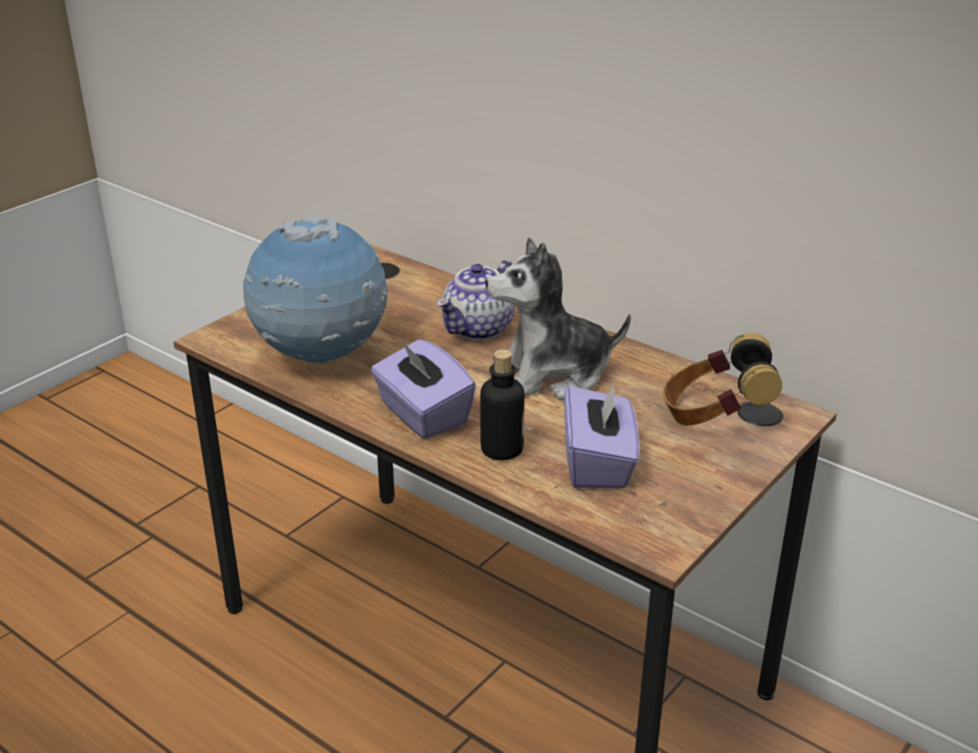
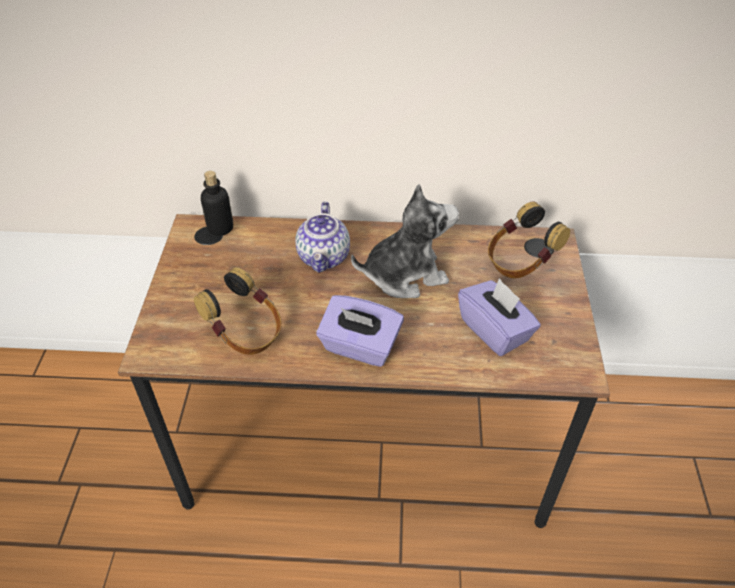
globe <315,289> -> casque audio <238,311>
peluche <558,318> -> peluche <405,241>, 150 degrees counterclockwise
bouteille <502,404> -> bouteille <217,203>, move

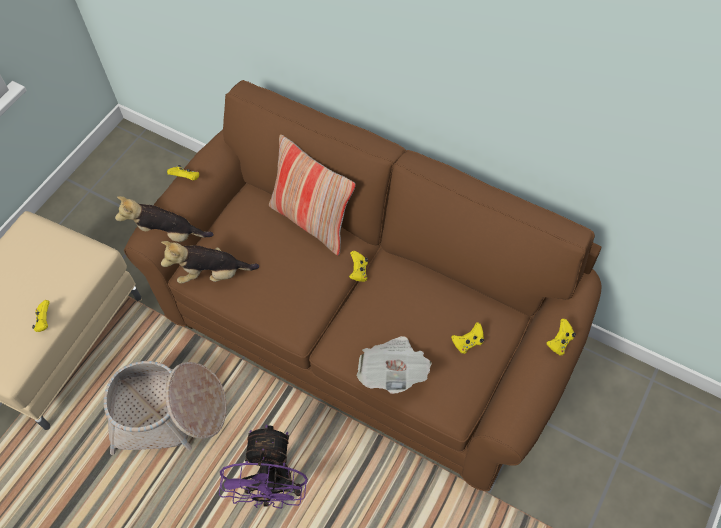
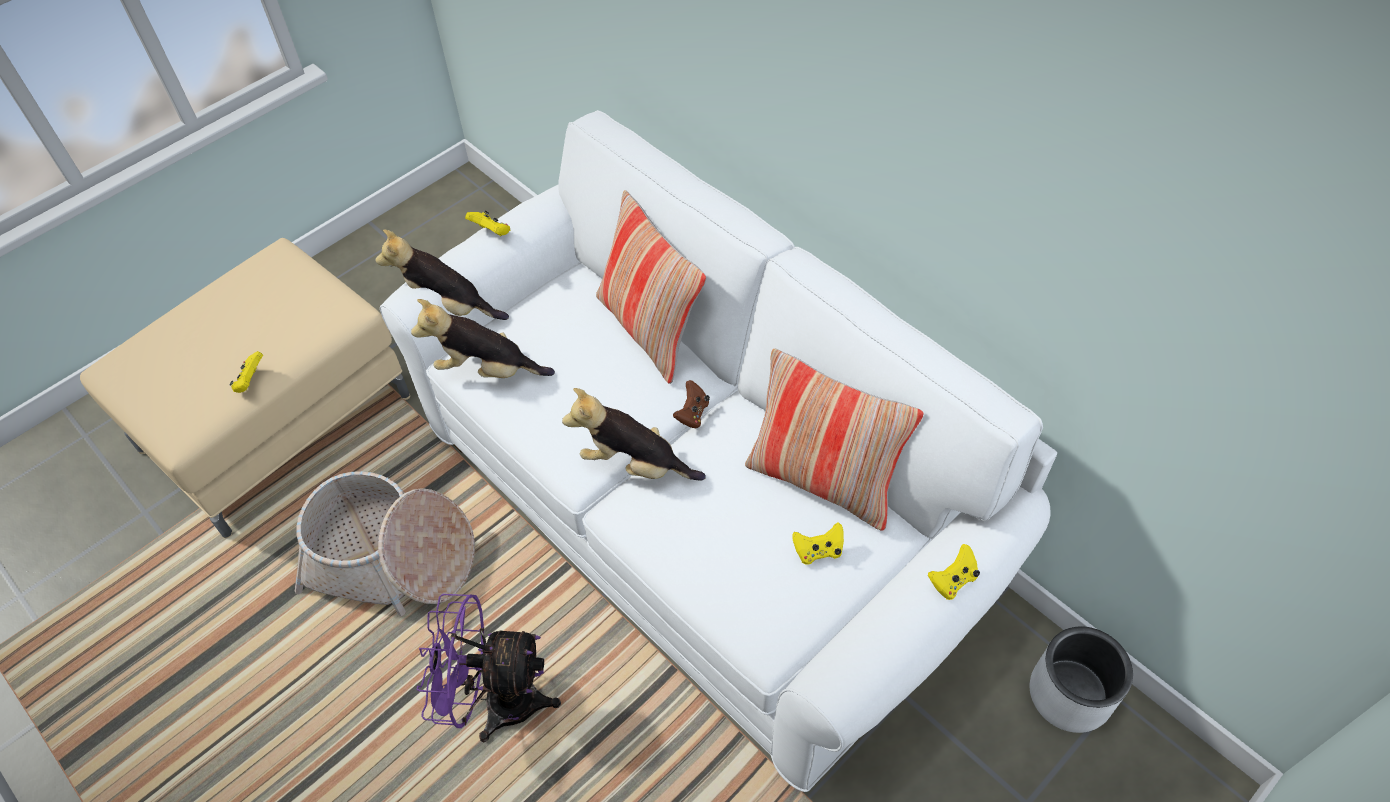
canapé [marron] <363,285> -> canapé [blanc] <718,451>
manette [jaune] <358,266> -> manette [marron] <691,404>
journal <394,365> -> none
ventilateur [violet] <263,467> -> ventilateur [violet] <489,668>, 75 degrees clockwise
none -> coussin <834,440>
none -> peluche <634,434>
none -> cache-pot [blanc] <1081,680>

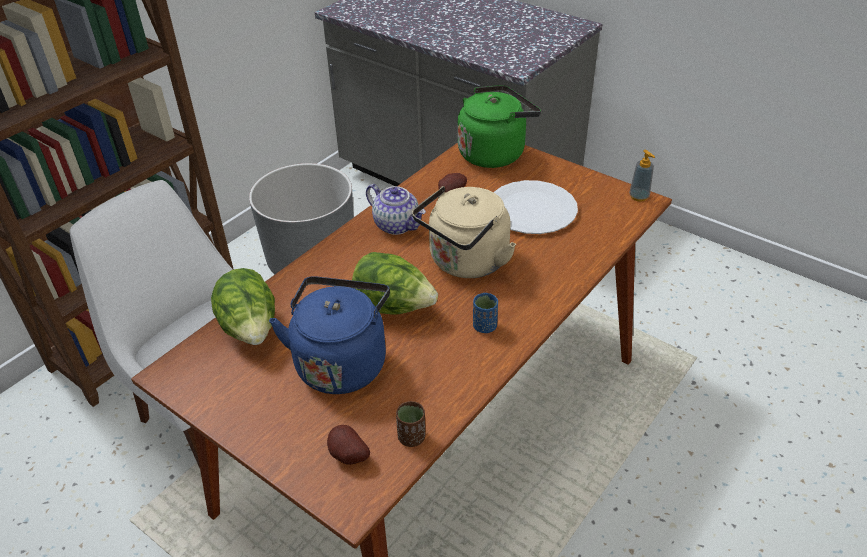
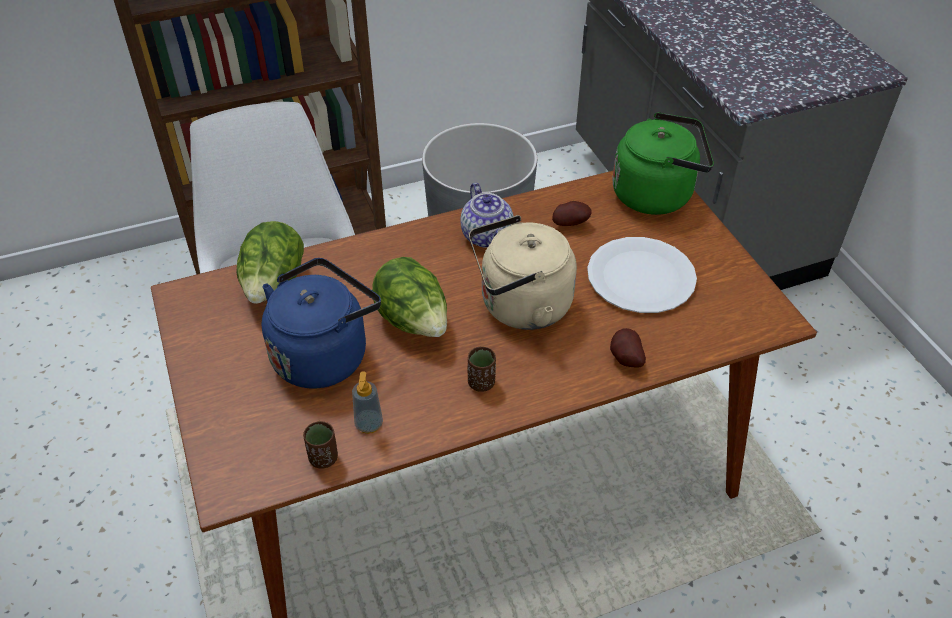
distributeur de savon <642,176> -> distributeur de savon <367,402>, move
tasse [bleu] <485,313> -> tasse [marron] <482,369>
pomme de terre <348,445> -> pomme de terre <628,348>, move

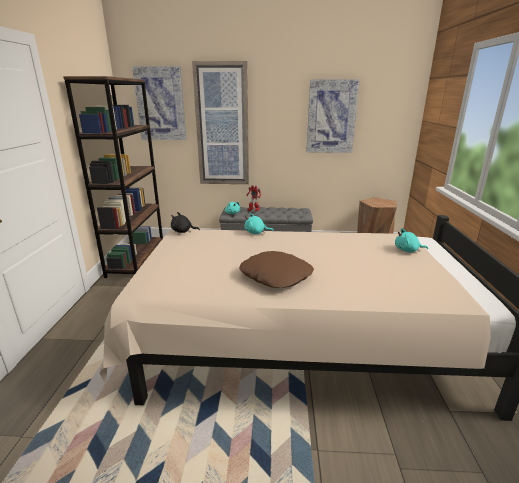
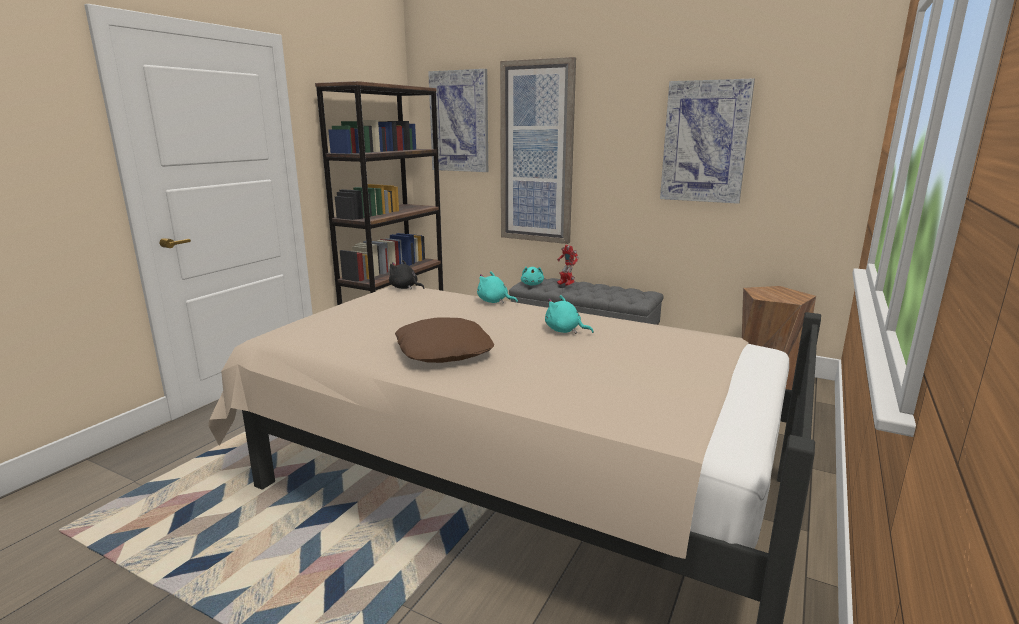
peluche [turquoise] <411,240> -> peluche [turquoise] <569,314>, move

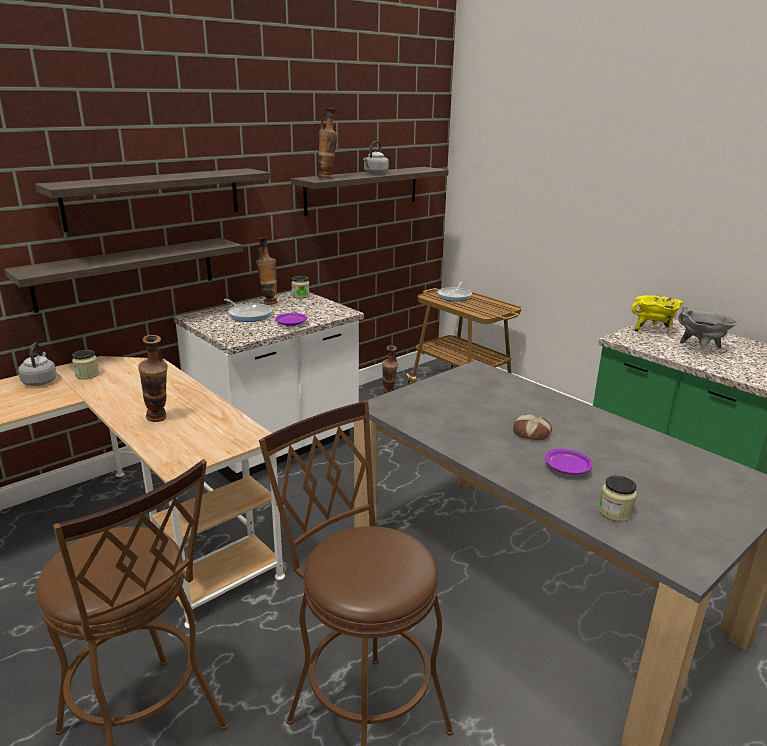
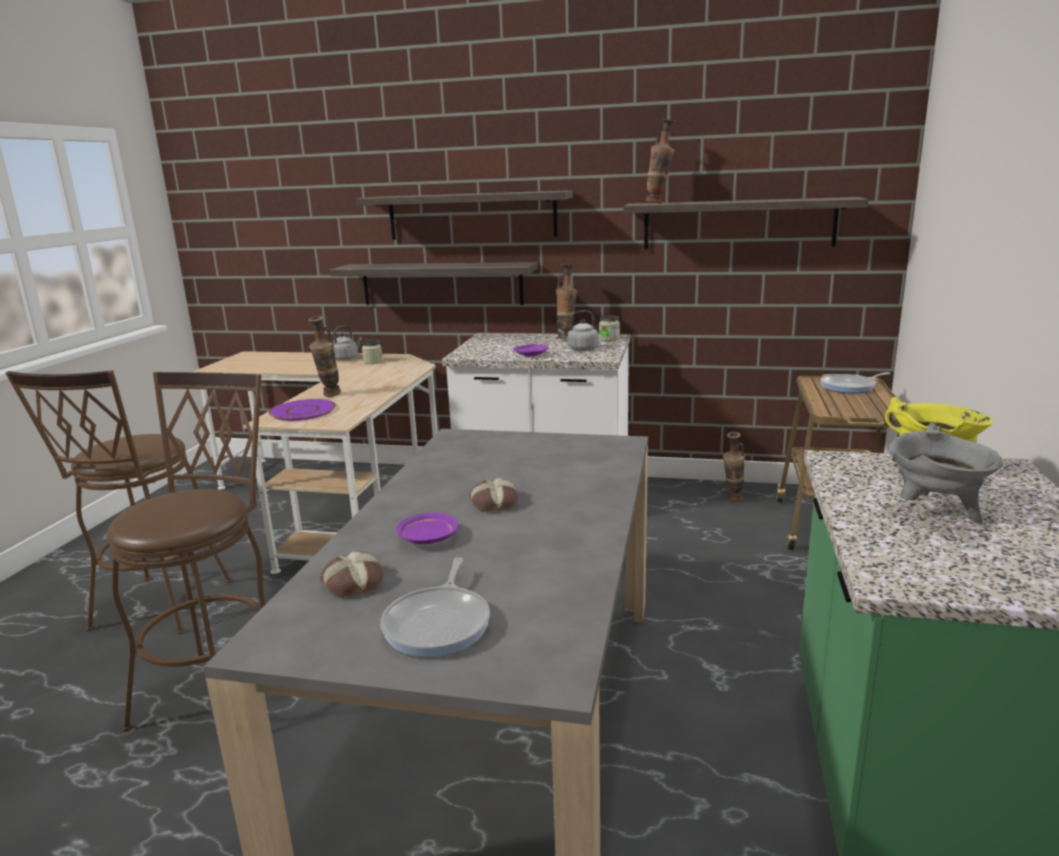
bouilloire [gris] <376,157> -> bouilloire [gris] <578,330>, move
poêle <248,310> -> poêle <435,607>, move
bocal <618,498> -> pain <352,574>
none -> assiette [violet] <302,410>

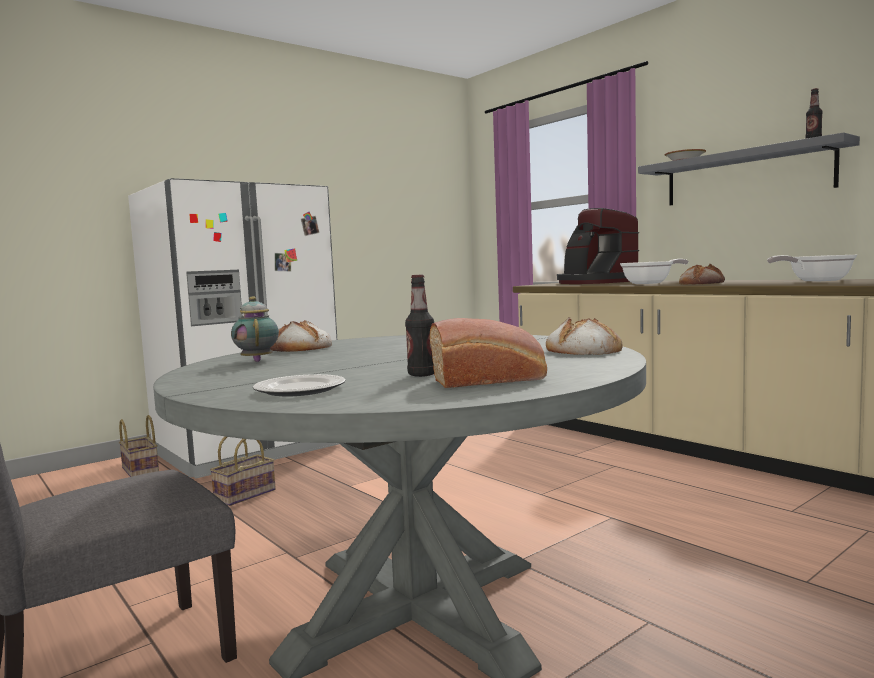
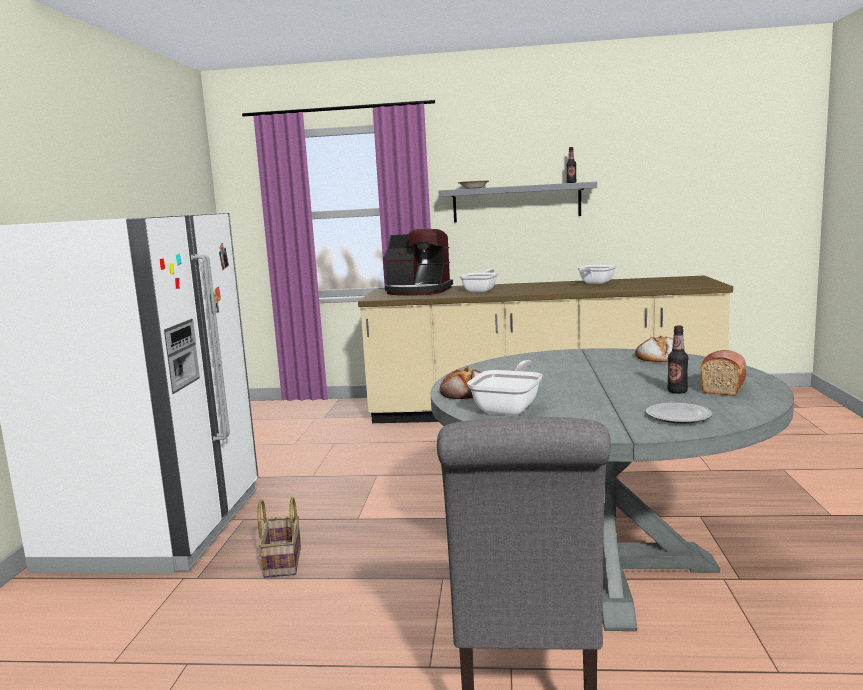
pain <702,274> -> none
théière <255,329> -> poêle <505,388>
panier <139,446> -> none

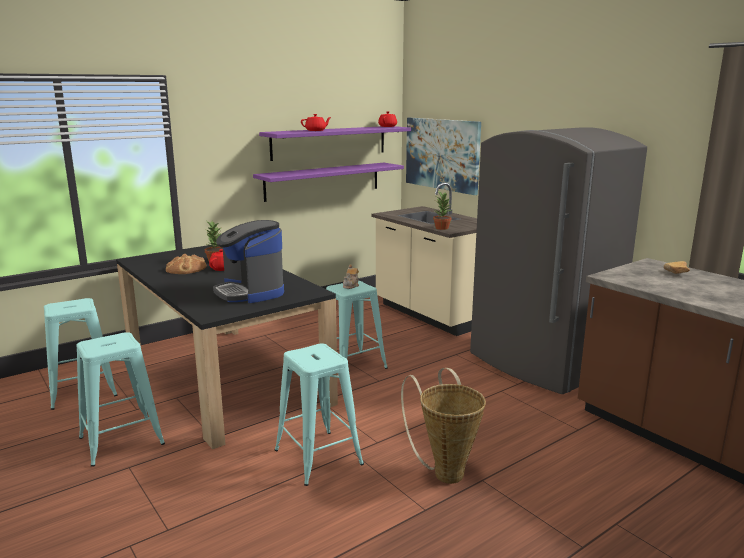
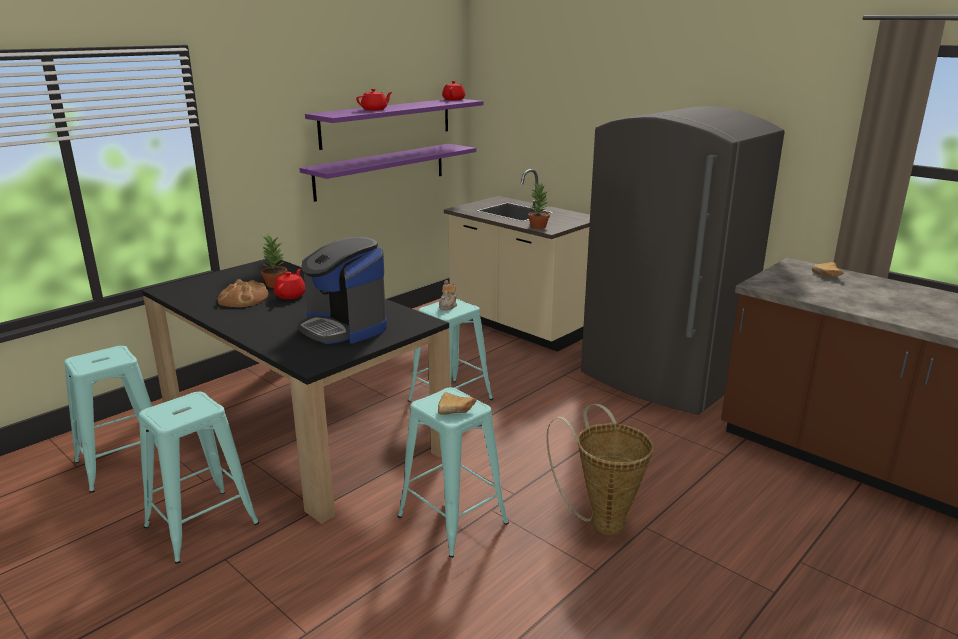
tableau <443,156> -> none
none -> pain <457,403>

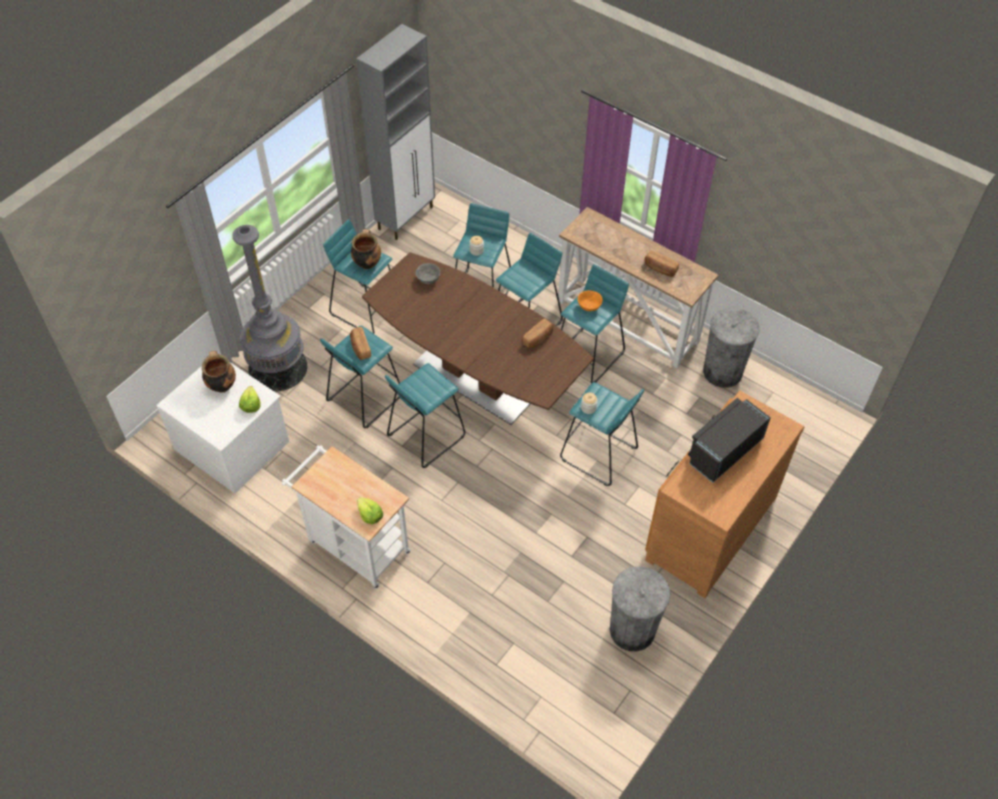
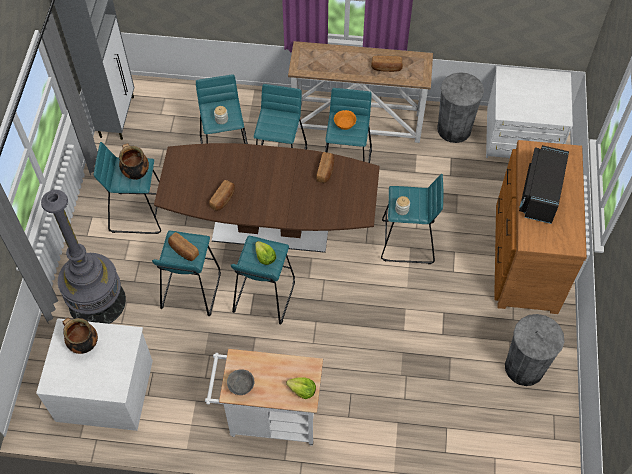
bol [gris] <428,273> -> bol [gris] <240,382>, move
laitue <249,399> -> laitue <265,253>, move
none -> commode [blanc] <529,112>
none -> pain <222,195>

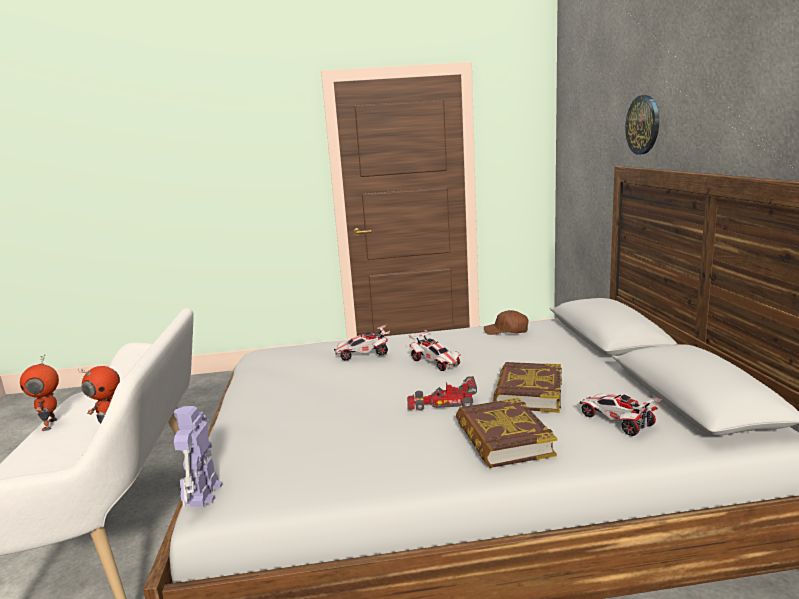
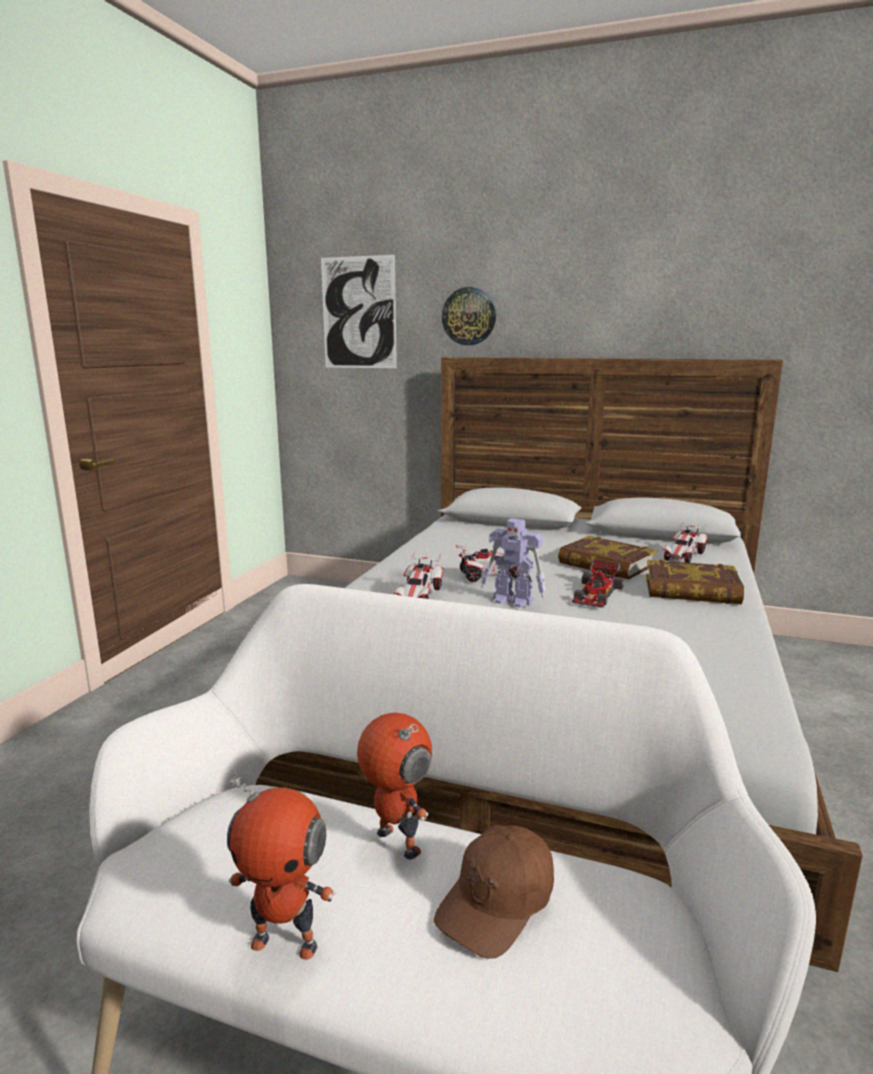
casquette [marron] <506,322> -> casquette [marron] <494,892>, move
petite voiture <621,415> -> petite voiture <685,542>, 45 degrees counterclockwise
robot jouet <198,456> -> robot jouet <513,563>, move
none -> tableau <359,311>

